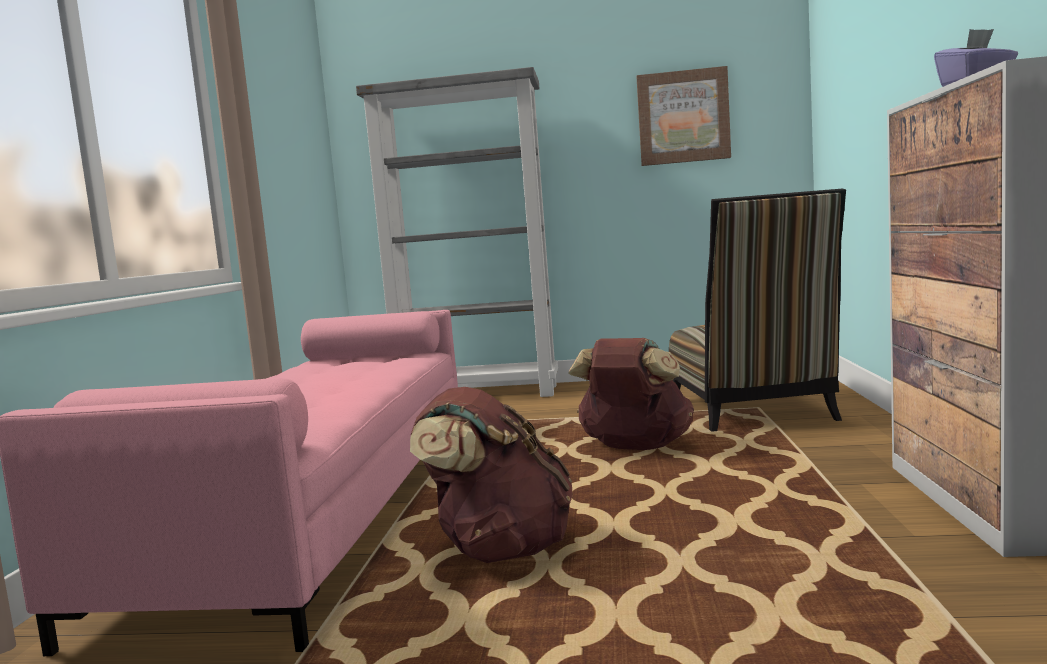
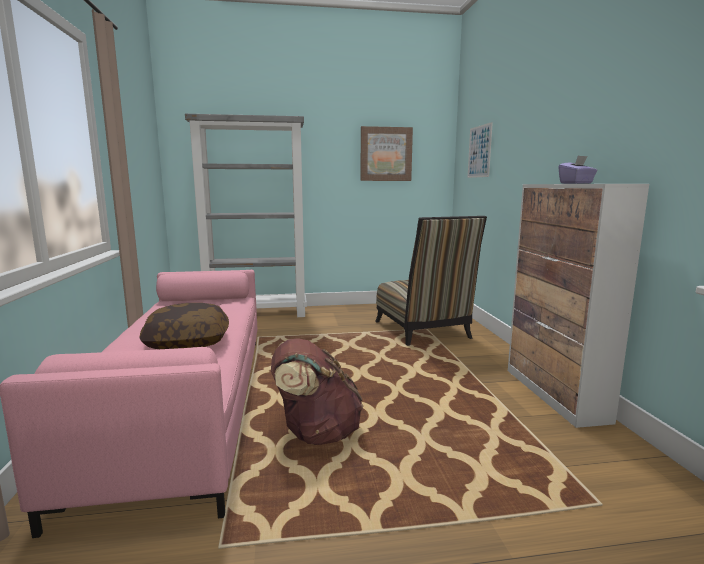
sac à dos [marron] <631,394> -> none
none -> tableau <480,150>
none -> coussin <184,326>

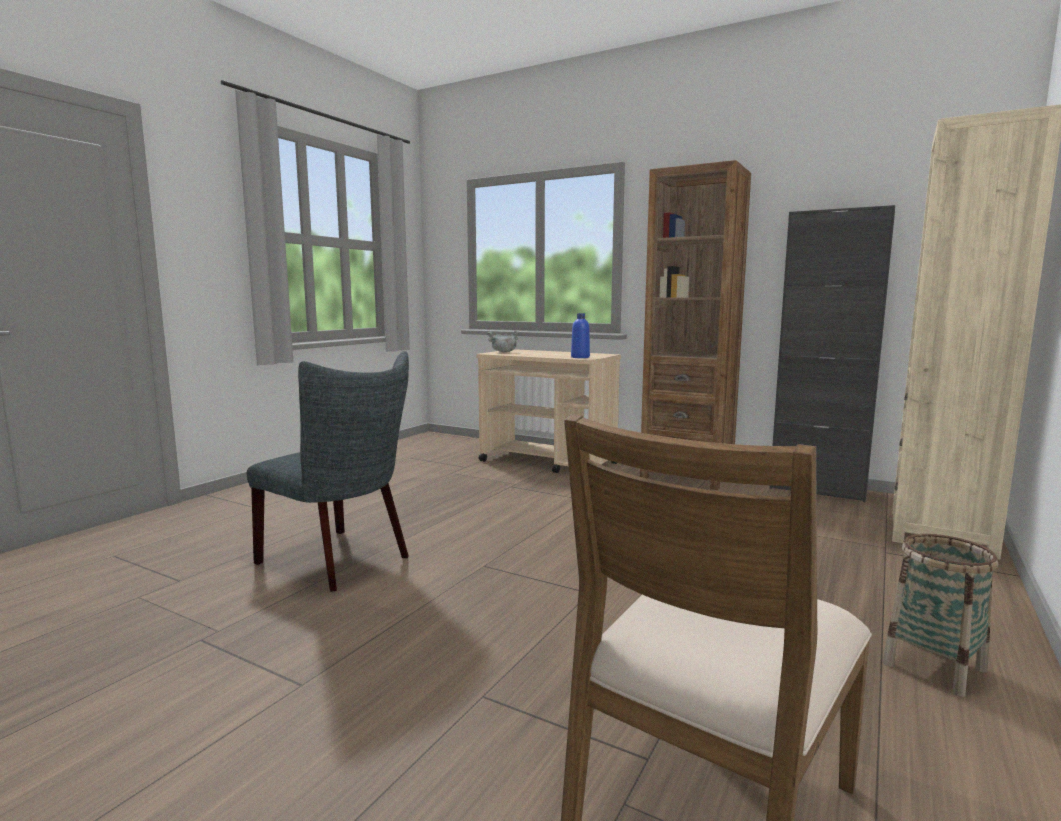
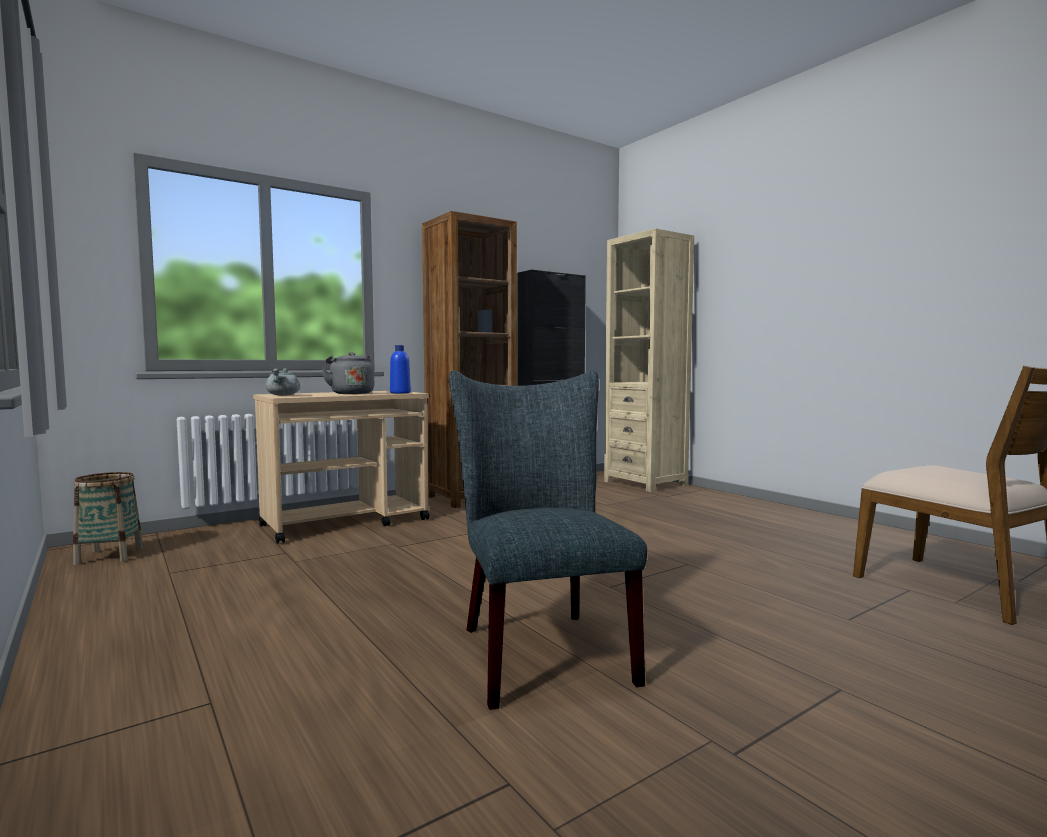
chaise [gris] <328,471> -> chaise [gris] <548,540>, 75 degrees counterclockwise
panier <940,615> -> panier <108,518>, move
none -> bouilloire [gris] <347,373>

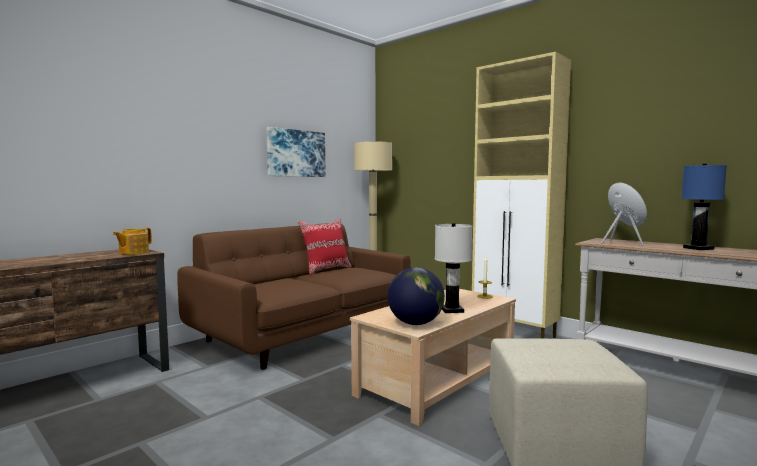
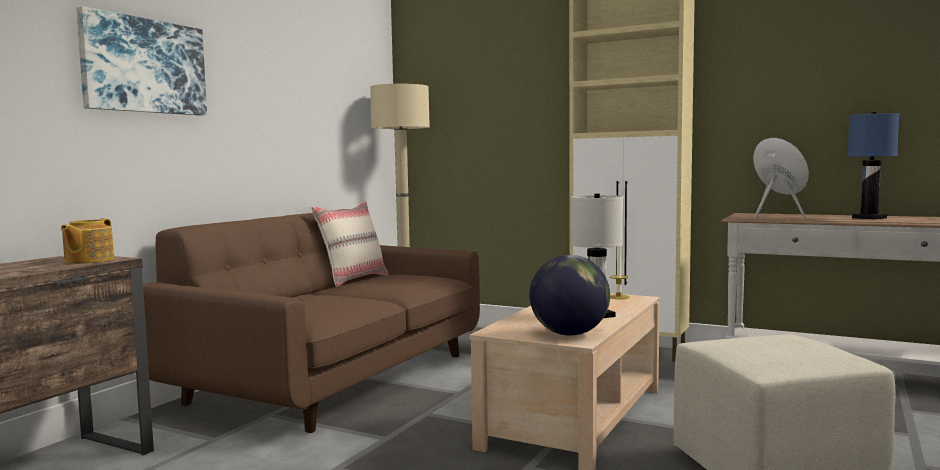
tableau <295,152> -> tableau <141,60>, move
coussin [rouge] <325,247> -> coussin [beige] <350,244>

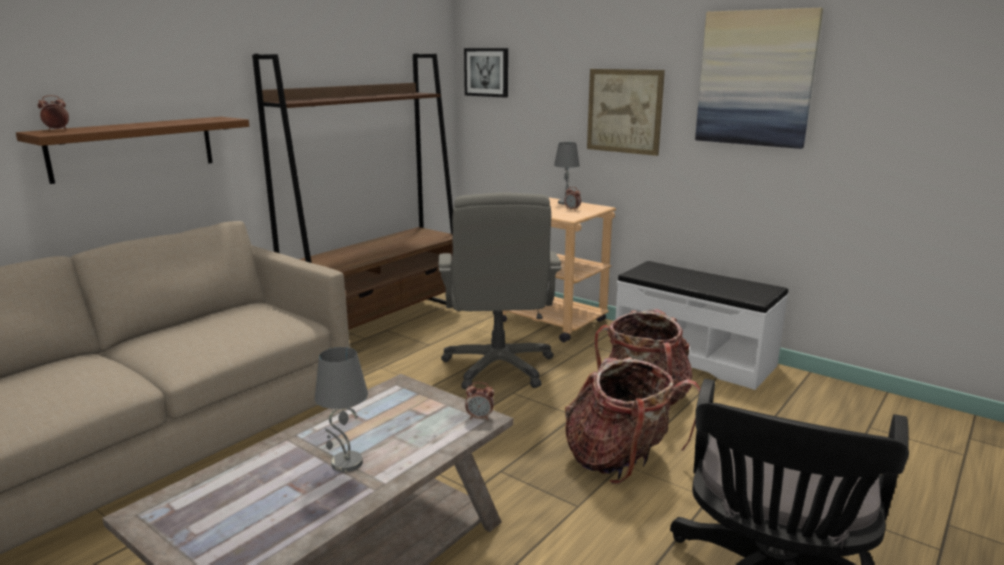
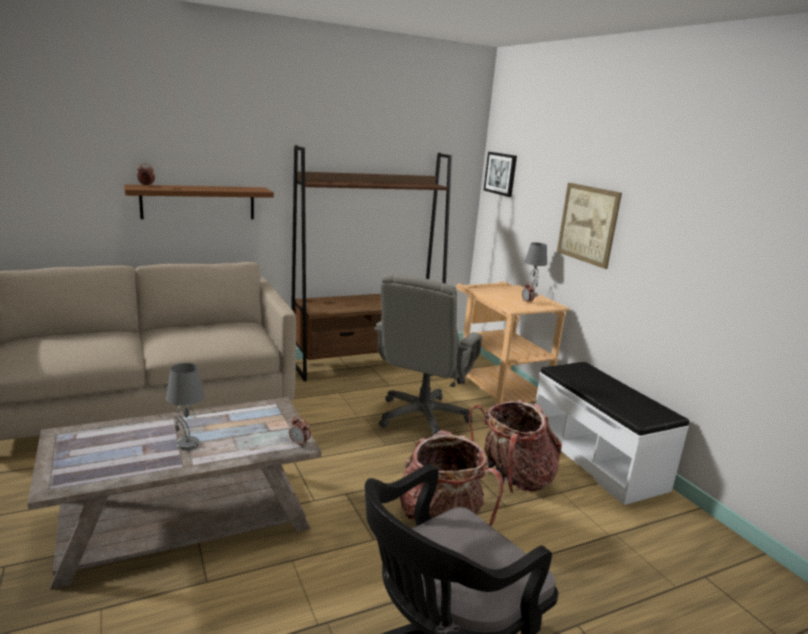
tableau <759,78> -> none

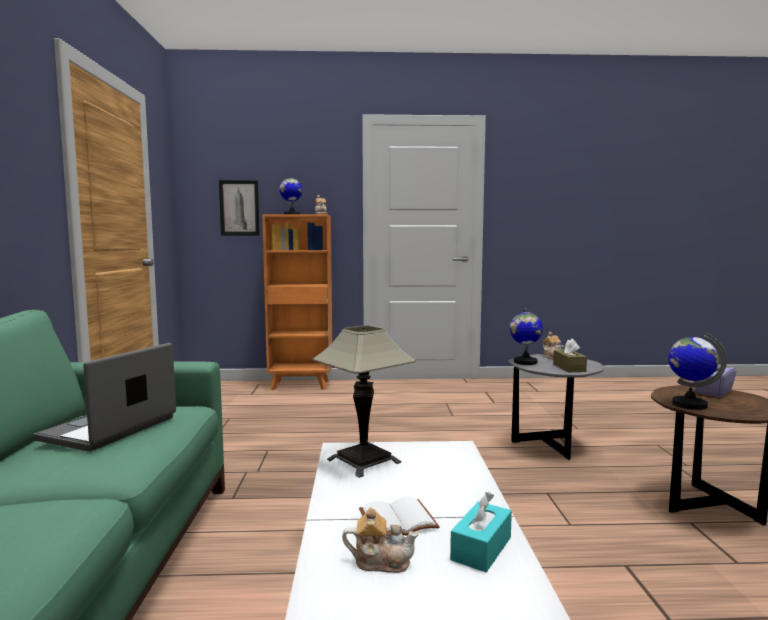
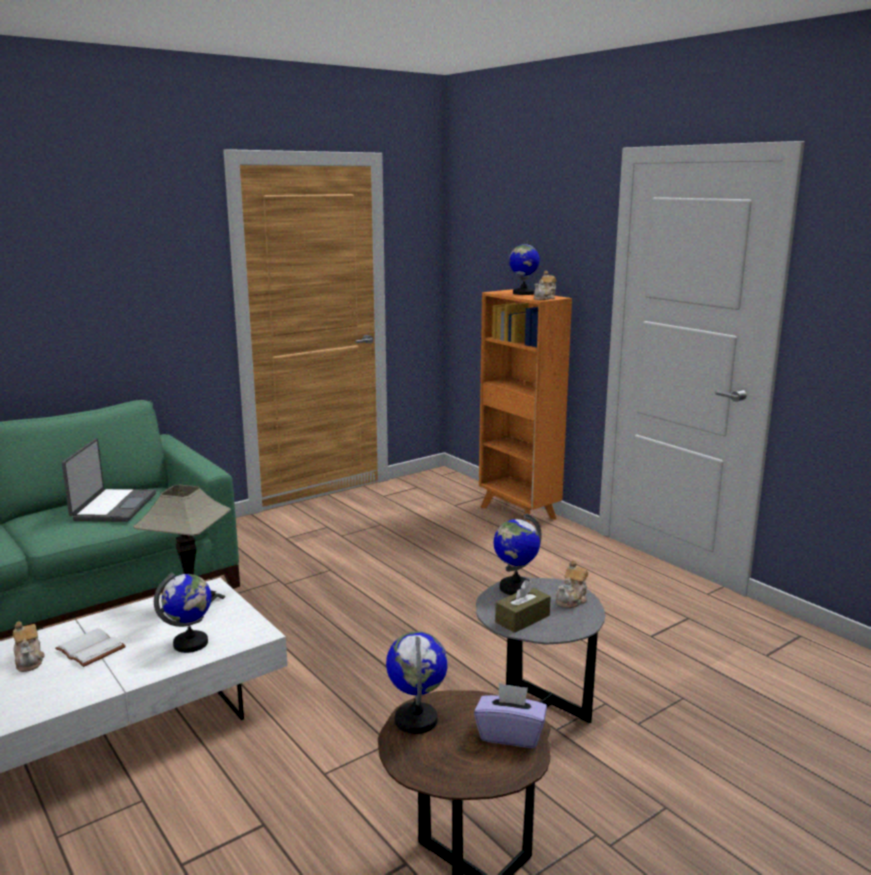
tableau <239,208> -> none
ordinateur portable <104,397> -> ordinateur portable <109,480>, 105 degrees clockwise
boîte à mouchoirs [turquoise] <481,532> -> none
none -> globe <182,613>

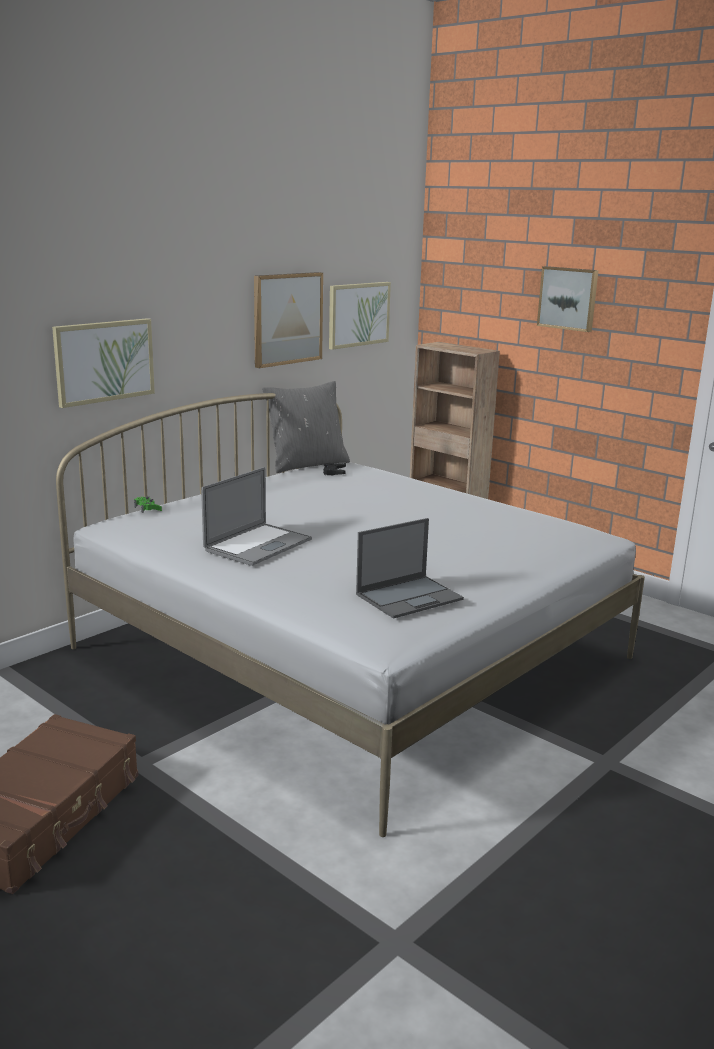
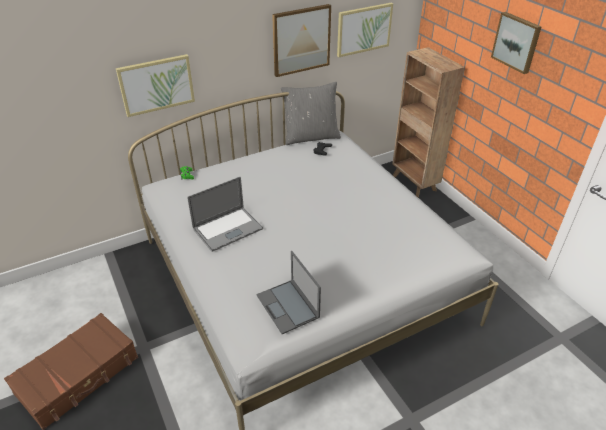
ordinateur portable <410,568> -> ordinateur portable <288,292>, 75 degrees clockwise

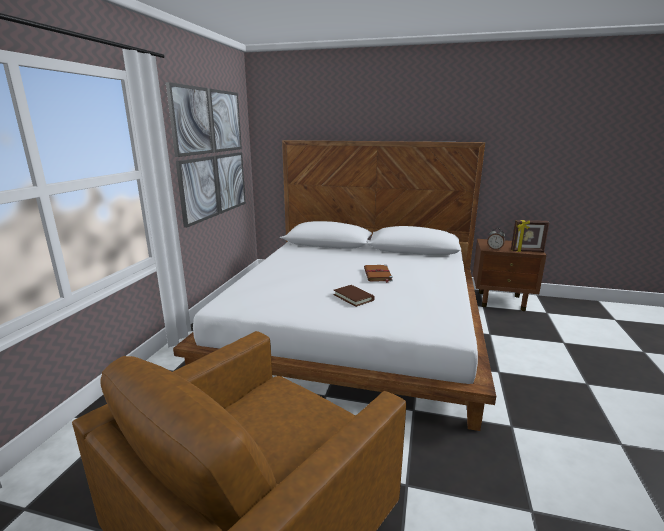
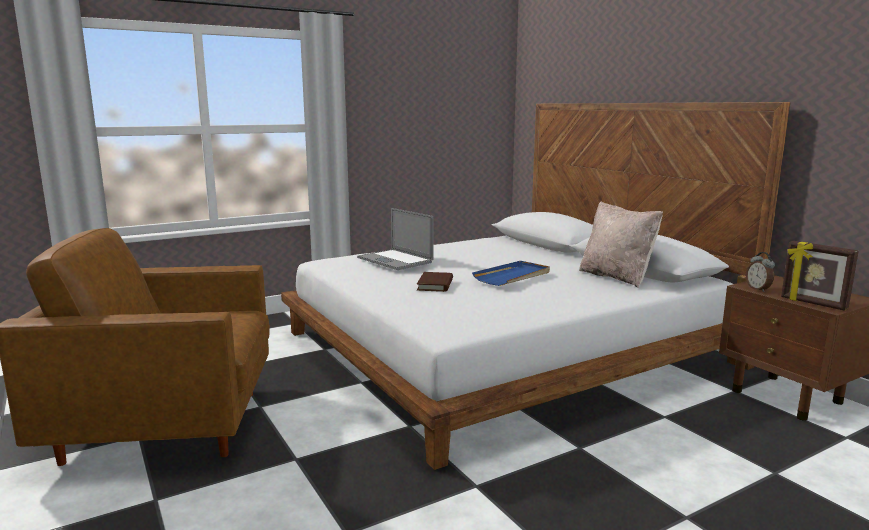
tableau <206,155> -> none
livre [marron] <378,274> -> plateau [bleu] <511,273>
none -> coussin [beige] <621,245>
none -> ordinateur portable <395,239>

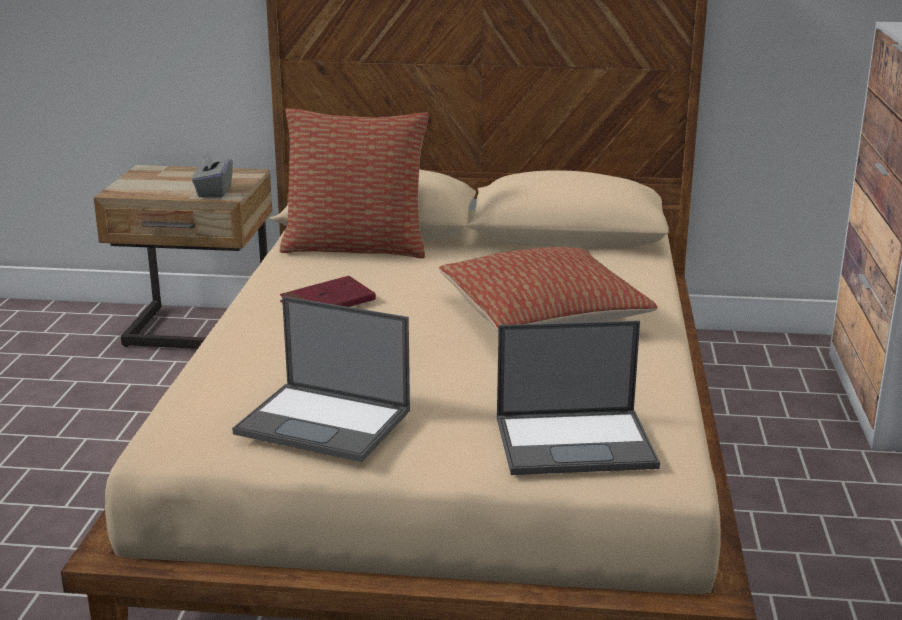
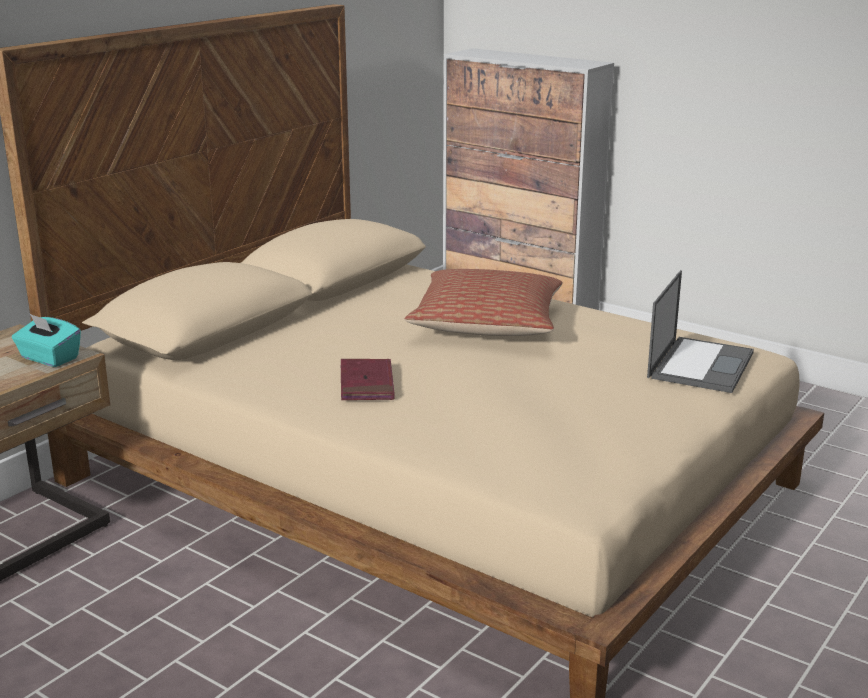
coussin <354,183> -> none
boîte à mouchoirs [gris] <212,174> -> boîte à mouchoirs [turquoise] <46,340>
ordinateur portable <321,379> -> none

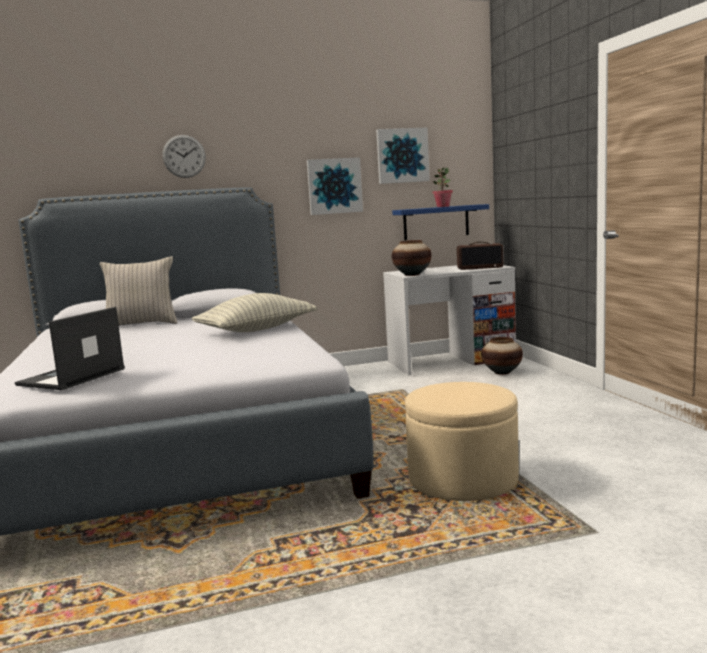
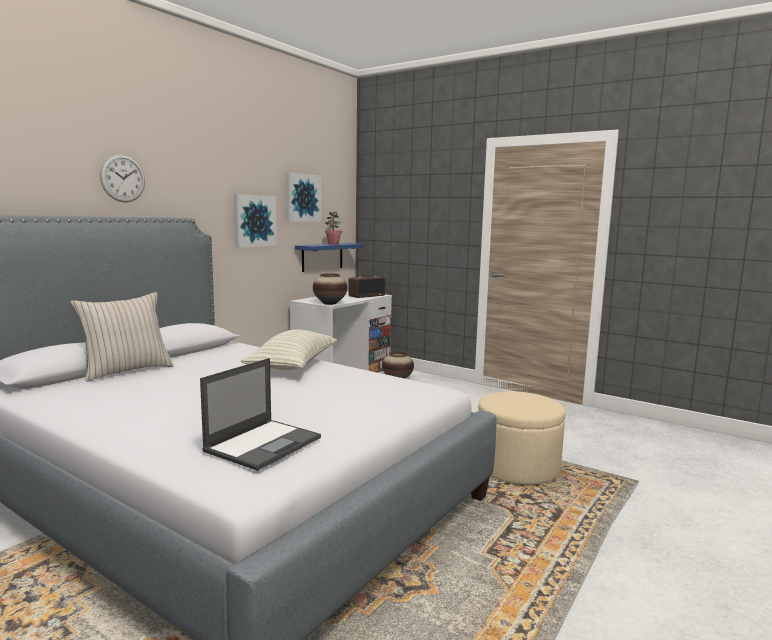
ordinateur portable <70,348> -> ordinateur portable <260,414>, 135 degrees counterclockwise

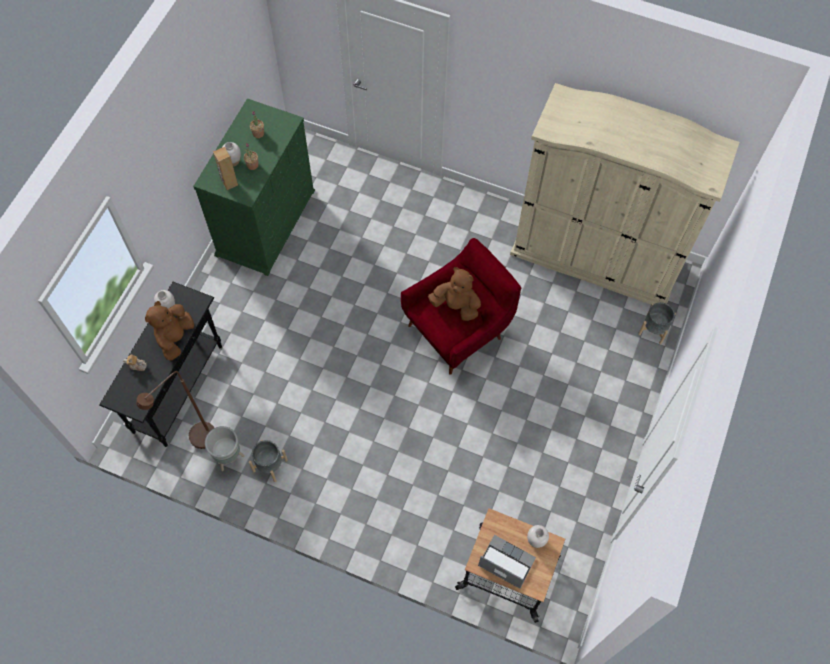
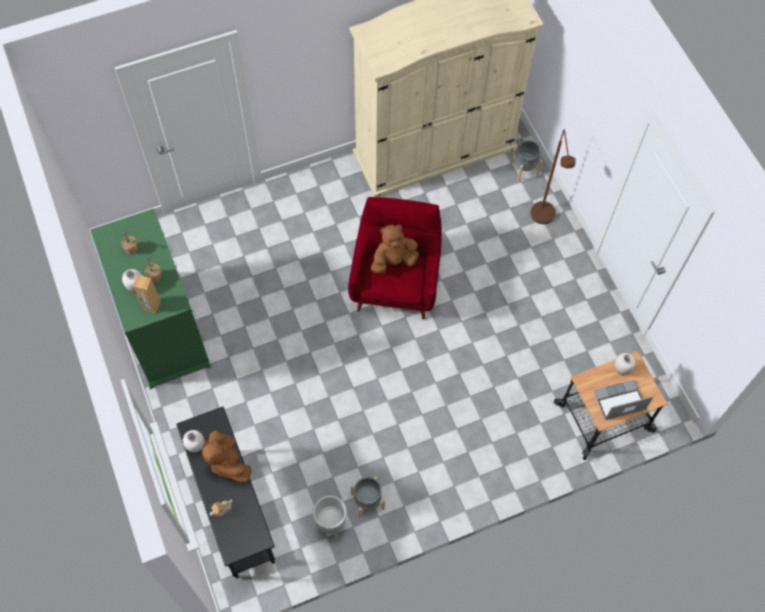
lampadaire [marron] <175,410> -> lampadaire [marron] <553,177>, move

